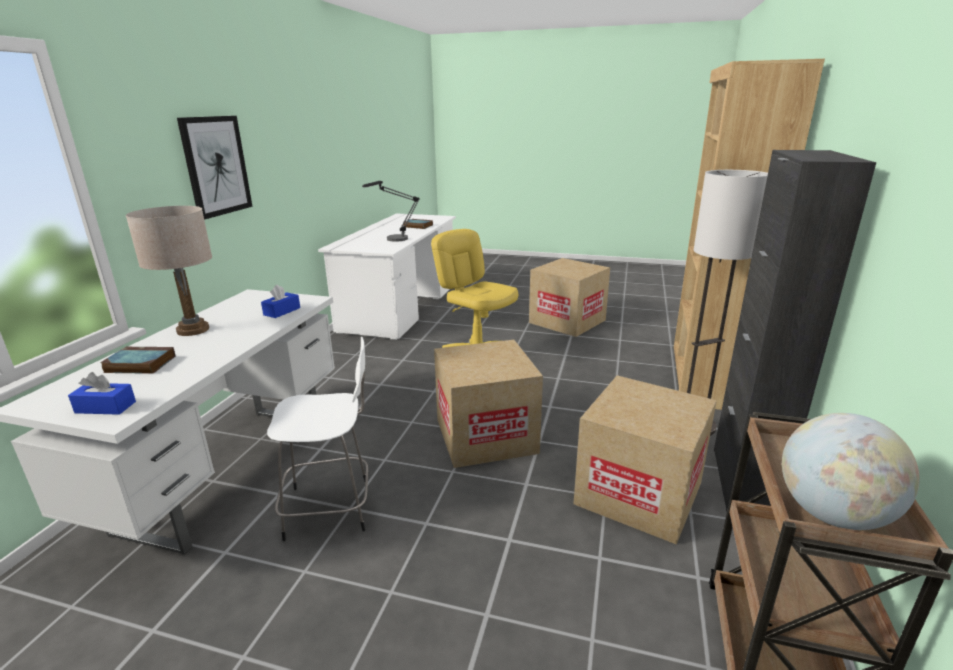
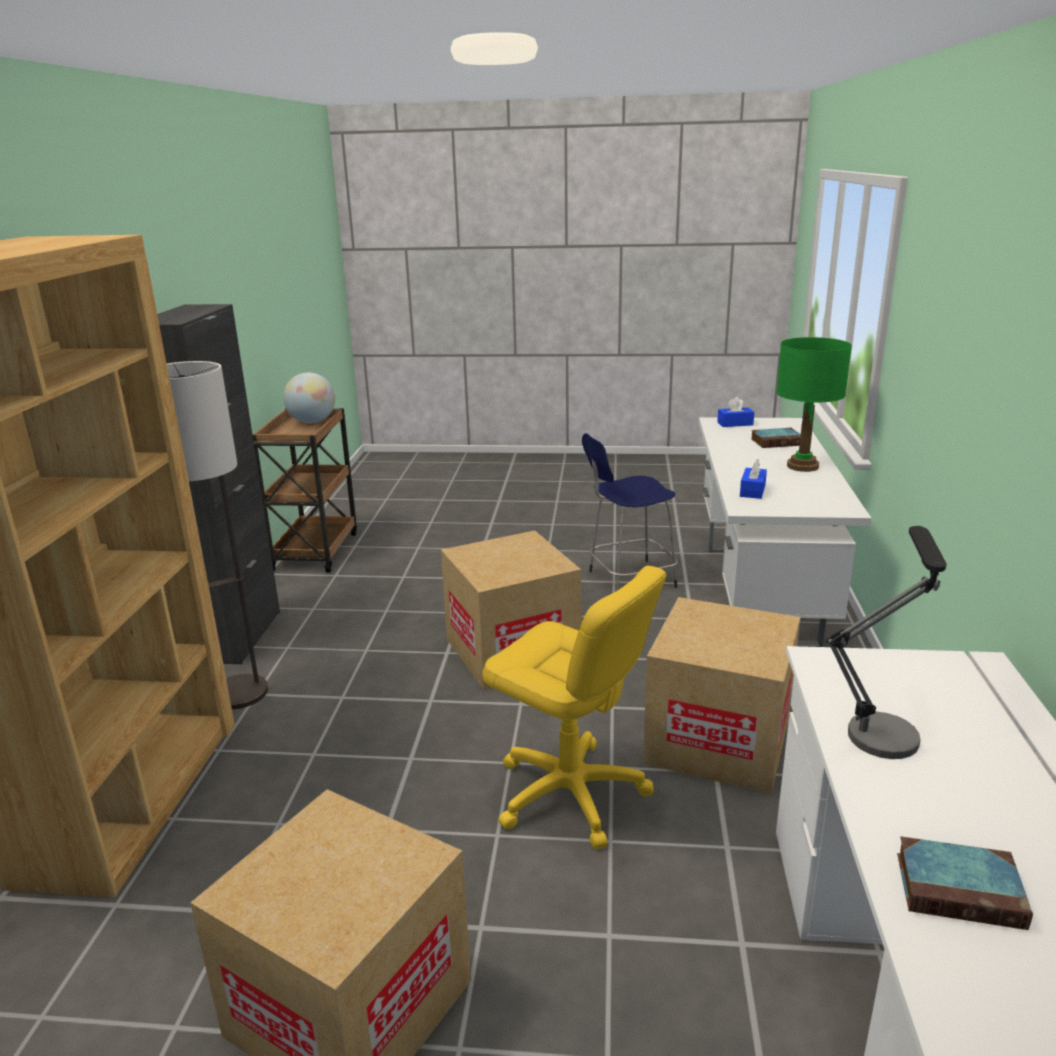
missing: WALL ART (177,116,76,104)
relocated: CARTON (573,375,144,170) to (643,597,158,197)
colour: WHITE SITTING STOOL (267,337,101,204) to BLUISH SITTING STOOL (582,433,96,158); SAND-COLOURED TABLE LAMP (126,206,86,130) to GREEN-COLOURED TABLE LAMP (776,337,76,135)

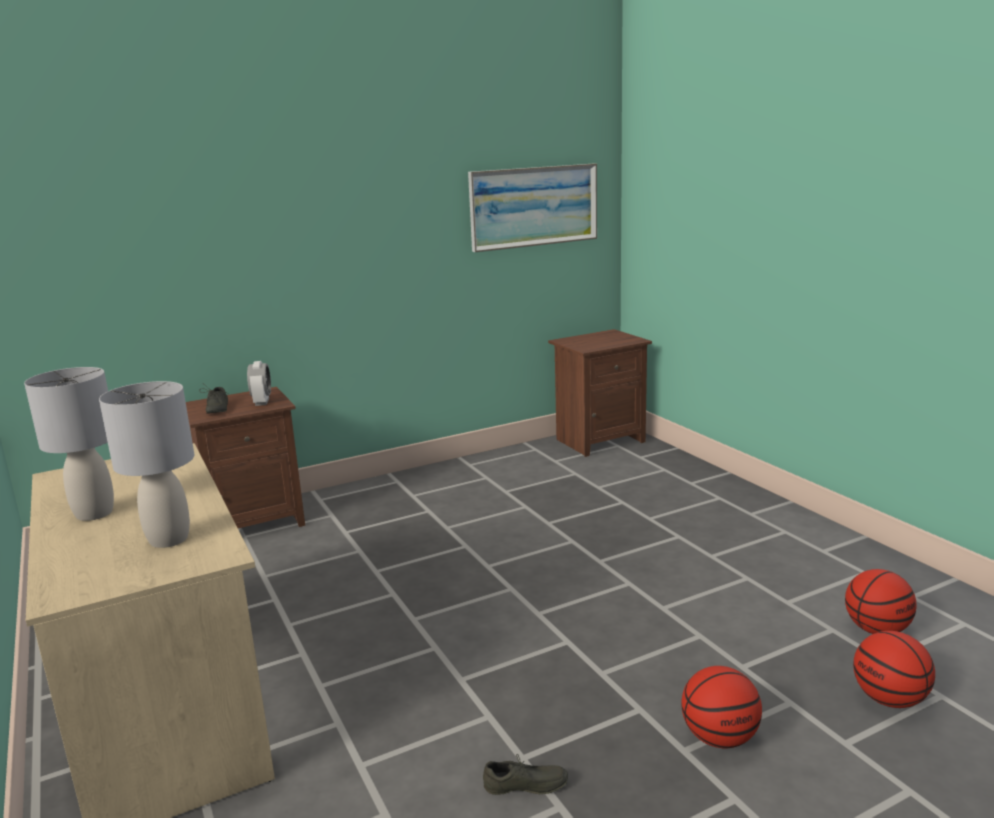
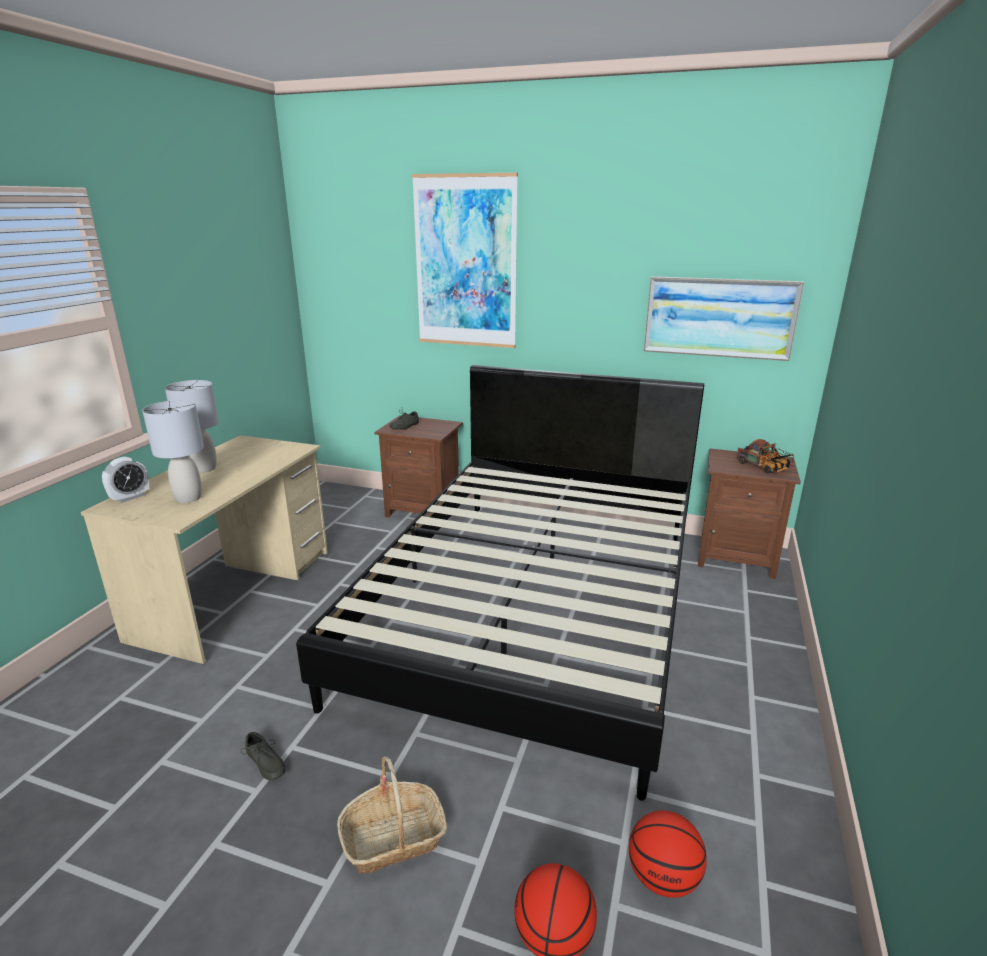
appeared: BLACK BED (296,365,408,436); WALL ART (411,173,107,175); TOY TRUCK (737,439,57,35)
relocated: BEDSIDE CLOCK (247,361,24,45) to (102,457,47,46)
exchanged: BASKETBALL (681,666,81,82) to STORAGE BASKET (337,756,111,118)

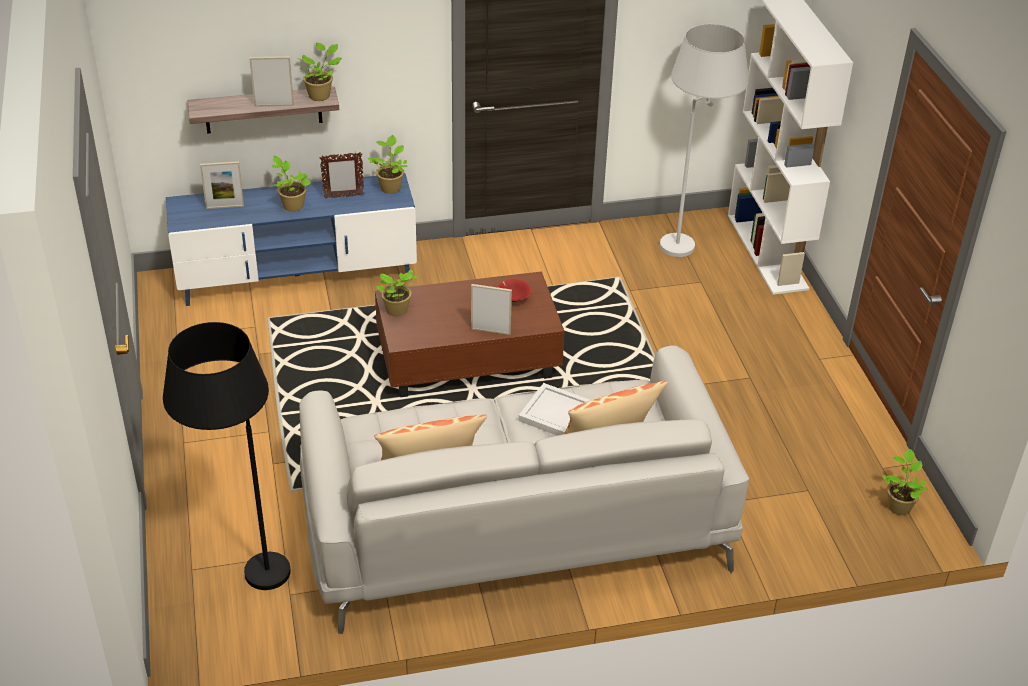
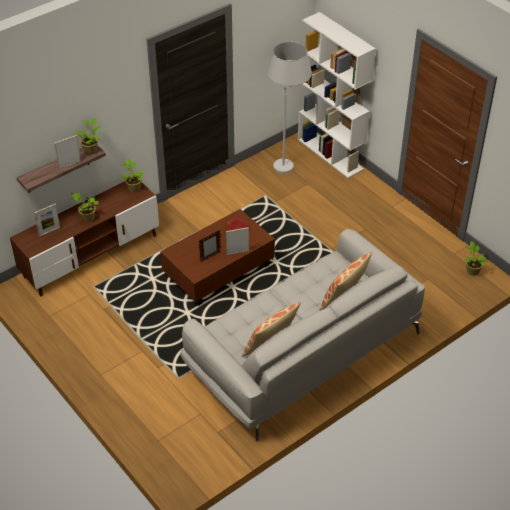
missing: BLACK FLOOR LAMP (163,322,128,268); POTTED PLANT (376,270,42,47); WHITE CARRYING TRAY (518,383,72,53)
relocated: STANDING FRAME (320,152,44,47) to (198,230,23,32)
colour: BLUISH MEDIA CONSOLE (166,173,251,133) to BROWN-COLOURED MEDIA CONSOLE (10,181,149,115)

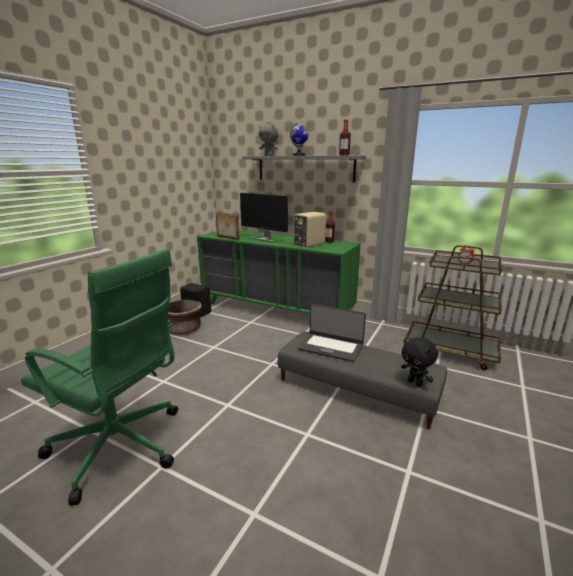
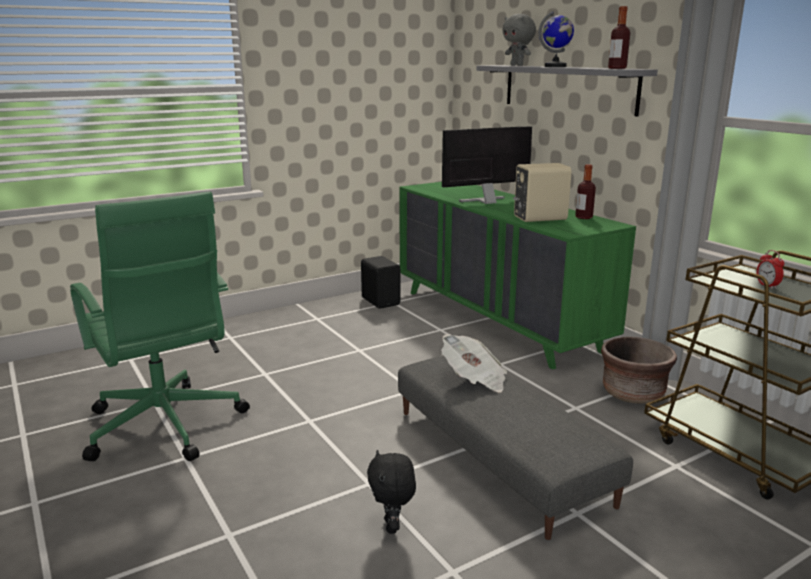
missing: STANDING FRAME (215,212,25,28)
relocated: BLACK CUDDLY TOY (401,337,37,50) to (367,450,49,84); BROWN-COLOURED PLANT POT (168,300,34,35) to (601,337,76,67)
exchanged: LAPTOP (297,304,69,58) to PRINTED PAPER (441,334,66,58)
spun: MONITOR (240,193,48,49) = (442,126,90,78) 90 degrees clockwise

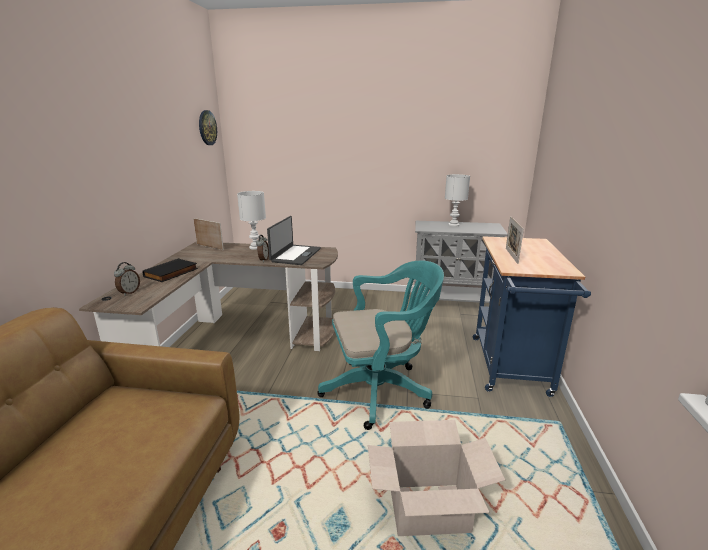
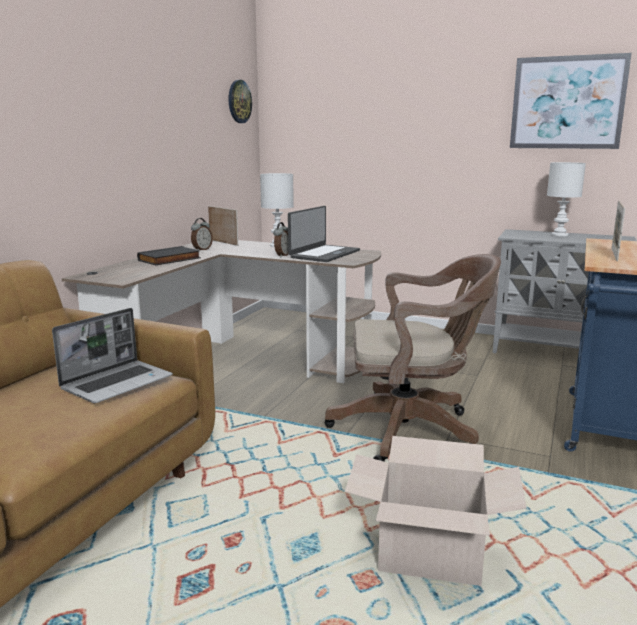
appeared: LAPTOP (52,308,121,95); WALL ART (510,53,122,96)
relocated: BEDSIDE CLOCK (114,262,26,34) to (191,218,22,32)
colour: BLUE-GREEN COMPUTER CHAIR (317,260,127,170) to BROWN-COLOURED COMPUTER CHAIR (324,254,177,208)

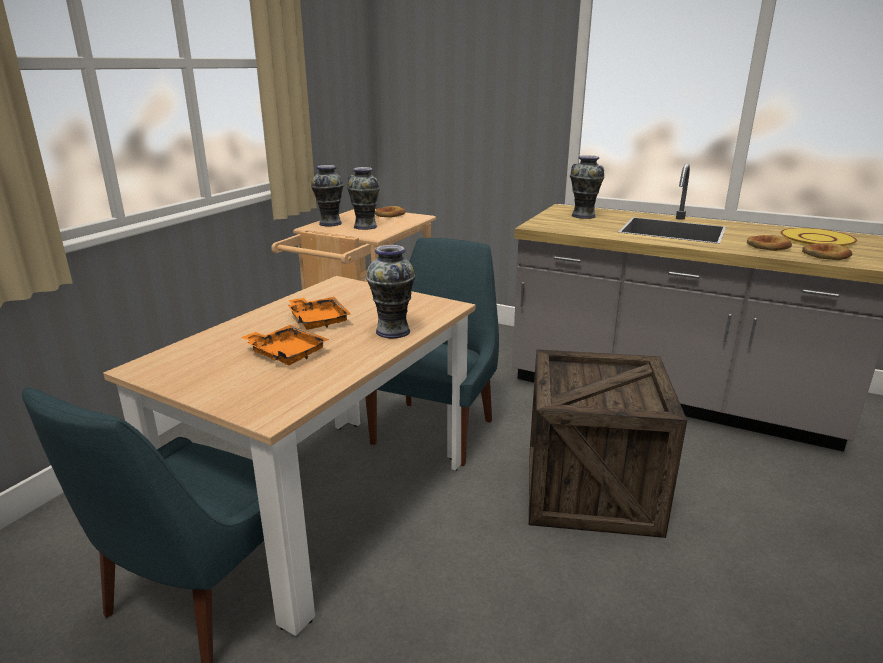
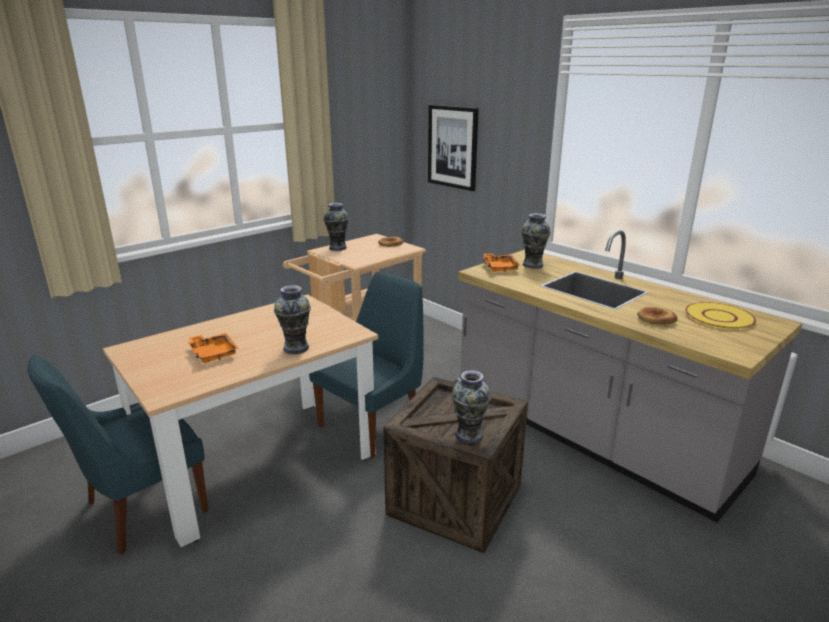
missing: BAKED BREAD (802,243,51,17)
appeared: WALL ART (428,105,51,86)
relocated: VASE (347,167,33,63) to (451,370,40,74); ORANGEY CARRYING TRAY (288,297,63,33) to (483,253,38,19)

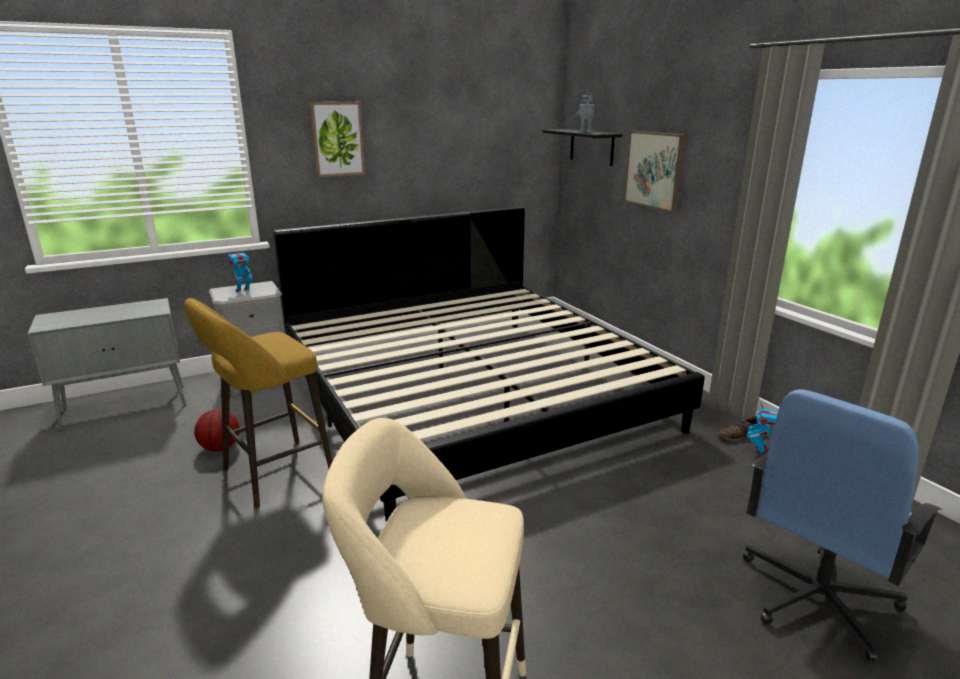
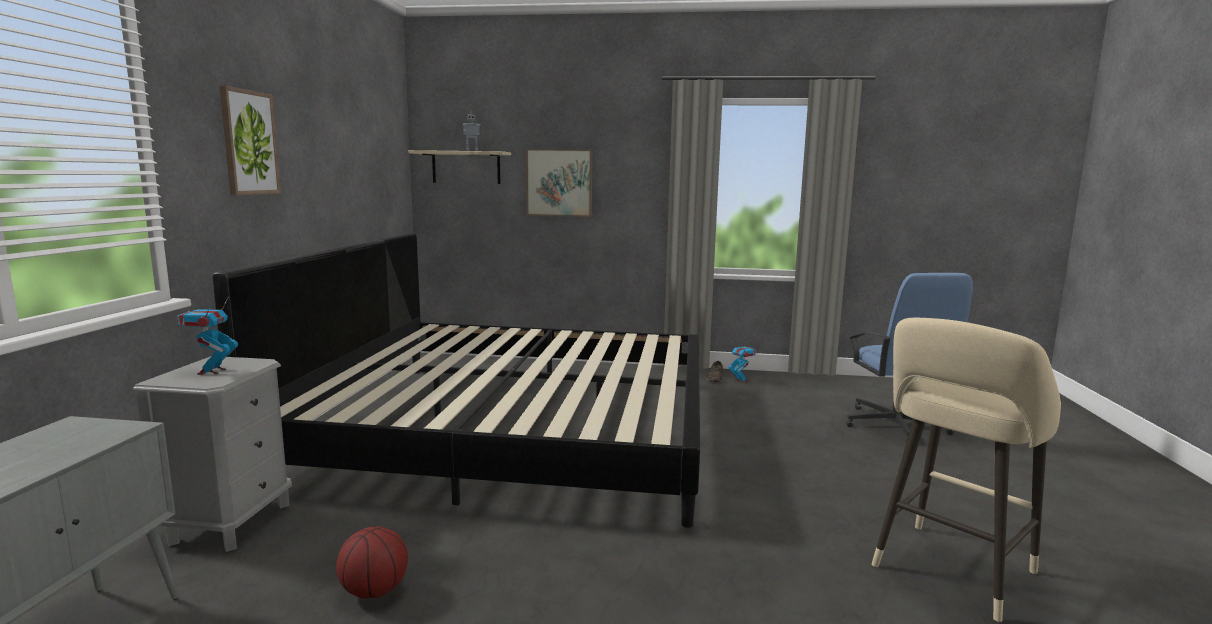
missing: YELLOWISH SITTING STOOL (184,298,149,210)
colour: BLACK BRACKET SHELF (542,129,80,37) to SAND-COLOURED BRACKET SHELF (409,150,102,34)

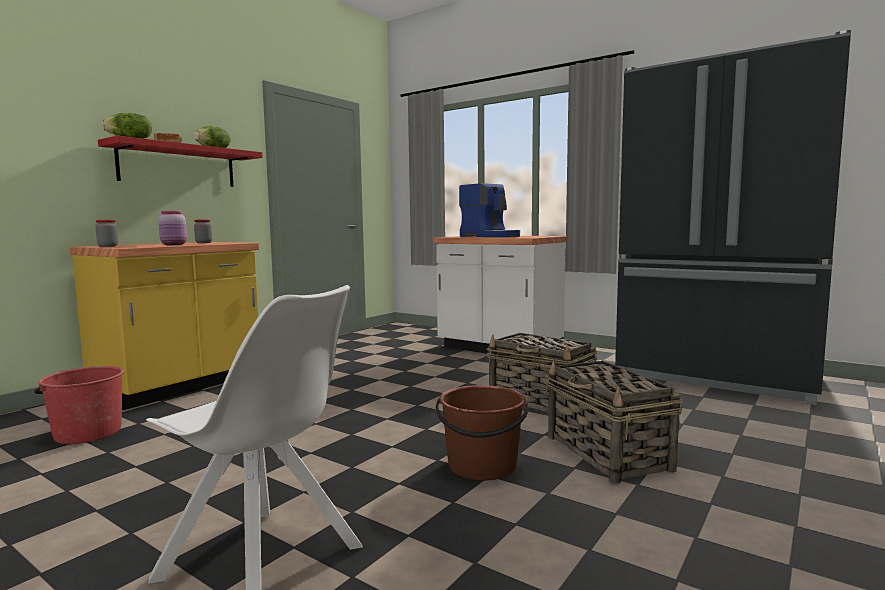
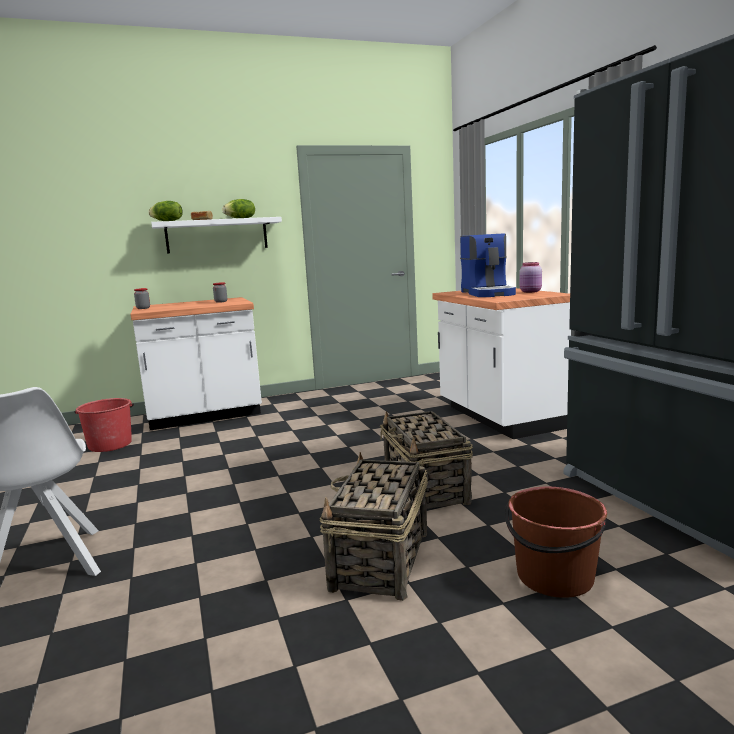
relocated: BROWN-COLOURED PAIL (436,385,92,95) to (505,487,102,111); PINK-COLOURED PRESERVE JAR (158,211,29,34) to (519,262,23,31)
colour: YELLOWISH COUNTER (70,242,189,168) to WHITE COUNTER (131,297,131,133); RED BRACKET SHELF (98,136,165,51) to WHITE BRACKET SHELF (151,217,131,36)

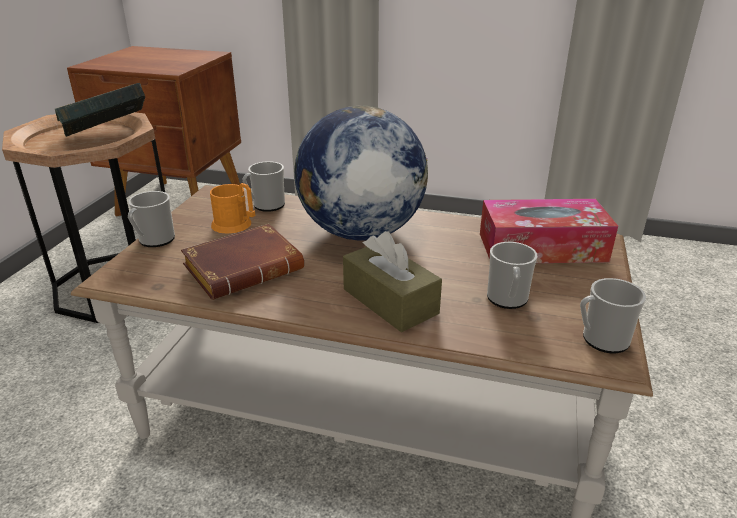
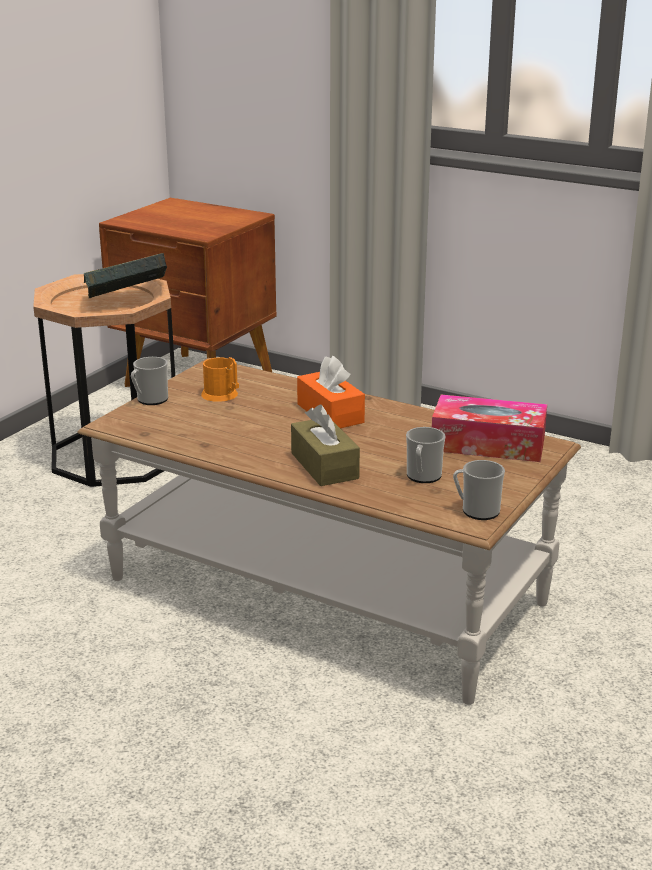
missing: BROWN-COLOURED BOOK (181,224,123,76); TEA MUG (242,161,43,51)
exchanged: DESK GLOBE (294,106,134,134) to ORANGEY TISSUE HOLDER (297,356,68,72)

